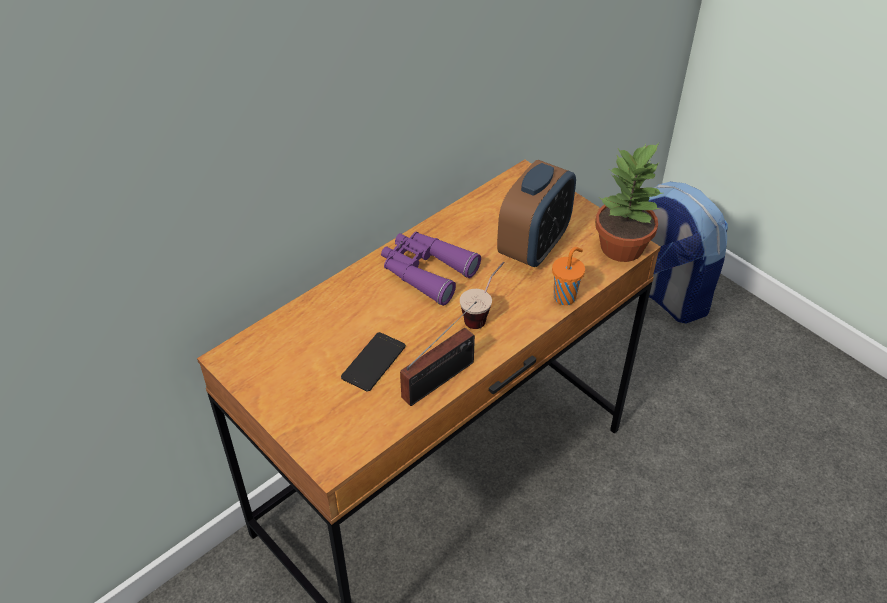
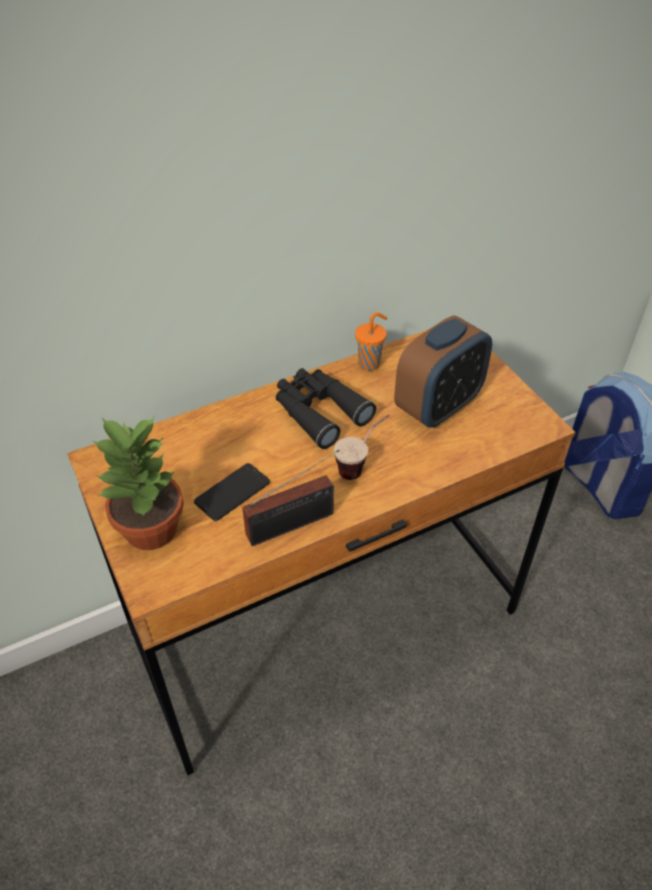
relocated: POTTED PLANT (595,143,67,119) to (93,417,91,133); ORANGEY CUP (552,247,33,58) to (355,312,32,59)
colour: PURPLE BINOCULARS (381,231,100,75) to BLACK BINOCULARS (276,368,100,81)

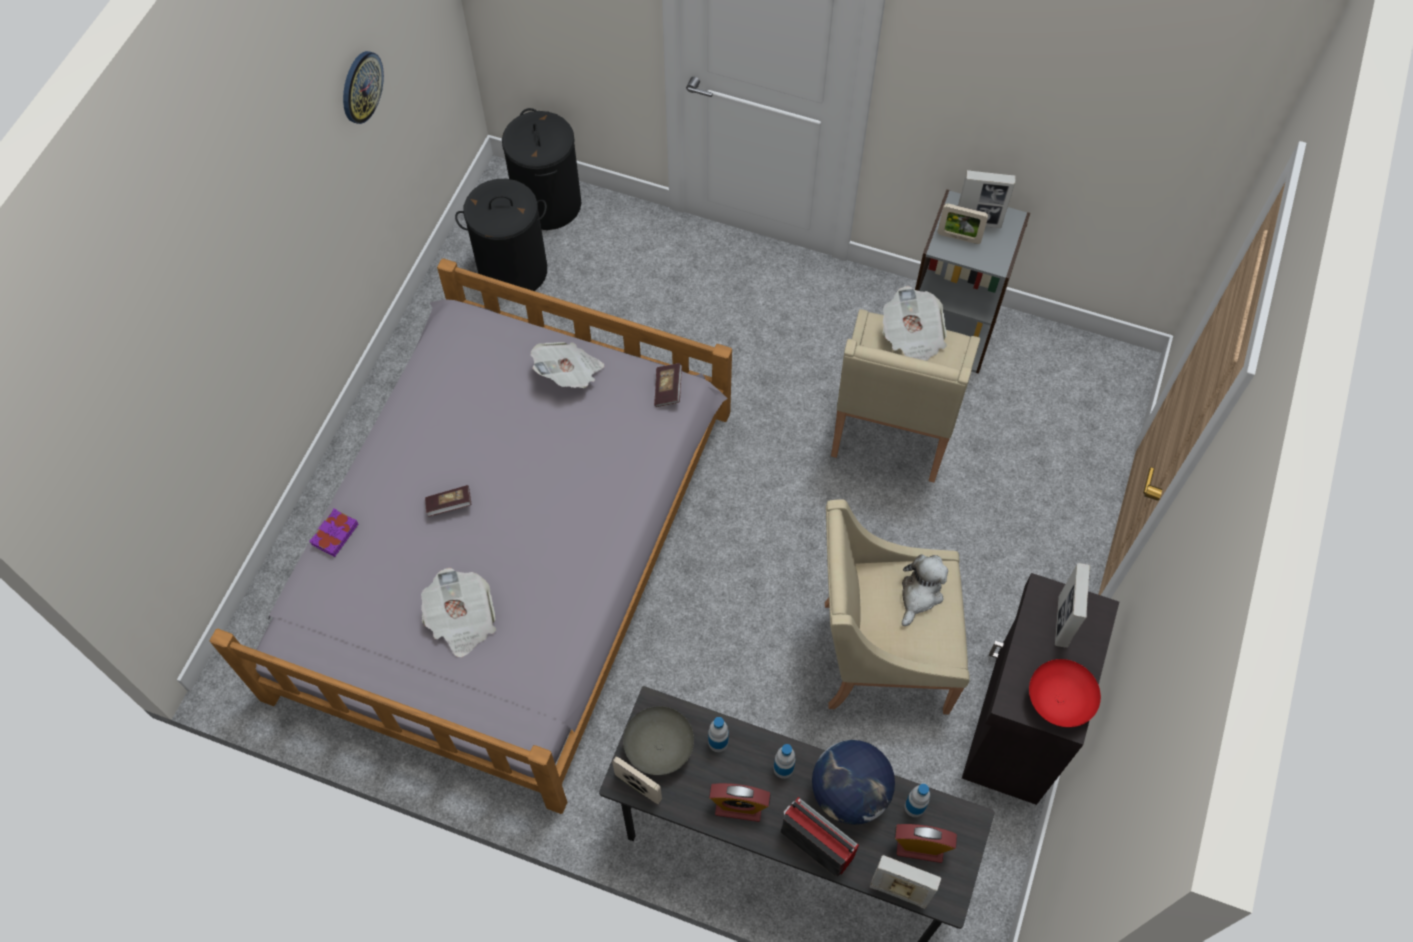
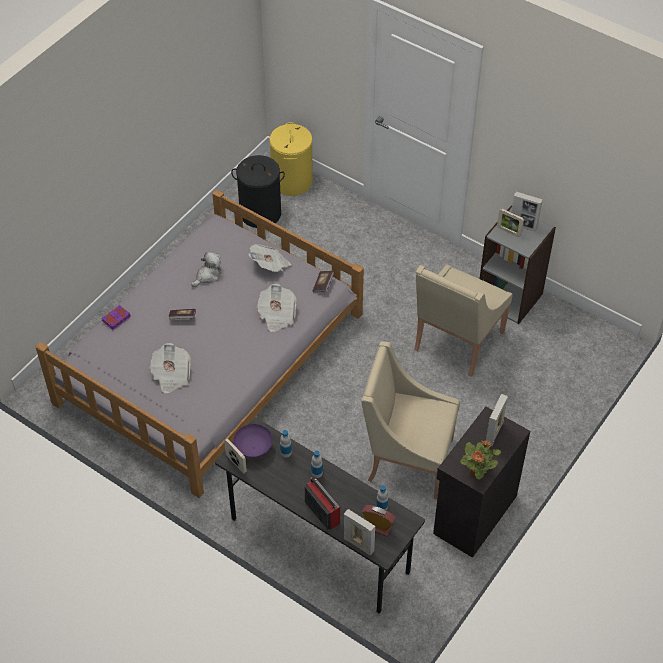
missing: WALL CLOCK (343,51,41,73); BEDSIDE CLOCK (709,783,62,39); DESK GLOBE (812,740,83,85)
relocated: CUDDLY TOY (902,554,46,72) to (191,251,30,36); PRINTED PAPER (883,286,64,75) to (257,284,40,48)
exchanged: RED BOWL (1029,659,72,68) to POTTED PLANT (461,440,40,39)
colour: GREYISH BOWL (623,706,71,69) to PURPLE BOWL (233,424,40,34); BLACK HAMPER (502,108,80,122) to YELLOWISH HAMPER (270,122,43,74)

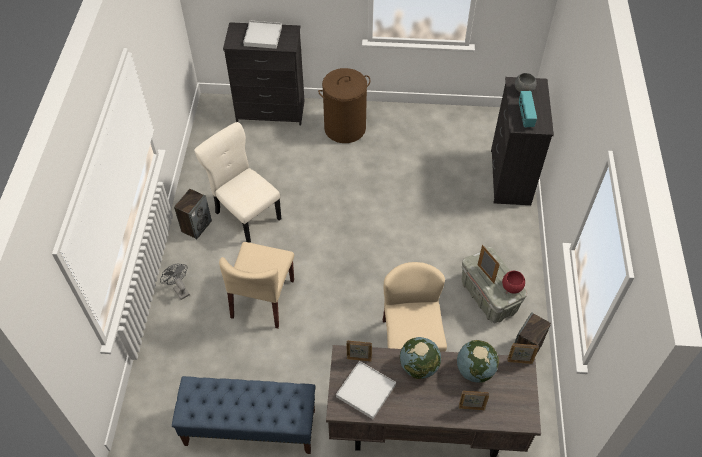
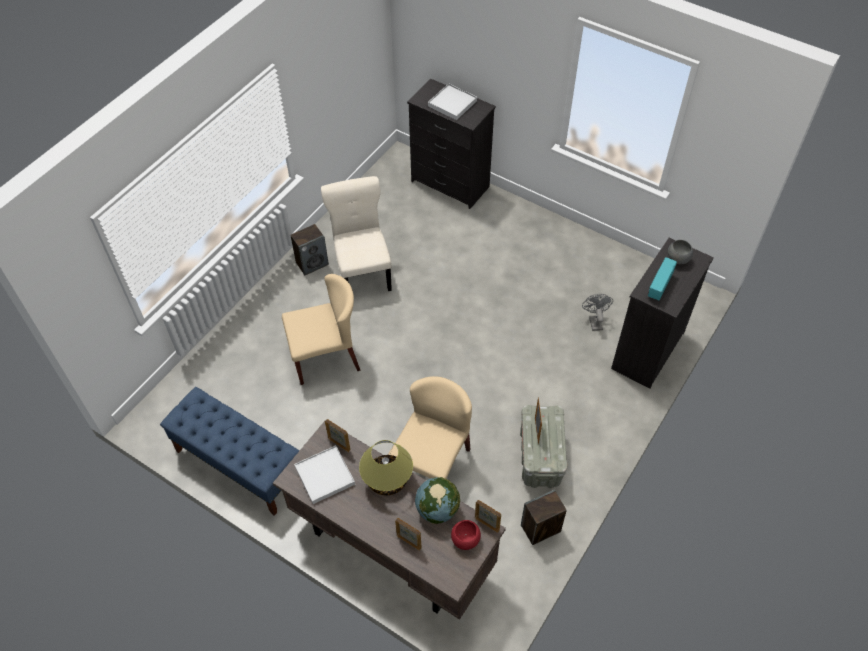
missing: BROWN-COLOURED HAMPER (318,68,53,75)
relocated: RED BOWL (502,271,23,23) to (451,520,30,30); GREYISH FAN (160,264,30,36) to (582,294,31,37)
exchanged: DESK GLOBE (400,337,41,42) to TABLE LAMP (359,440,54,55)
spun: SAND-COLOURED CHAIR (219,242,75,87) = (282,274,78,111) 150 degrees counterclockwise

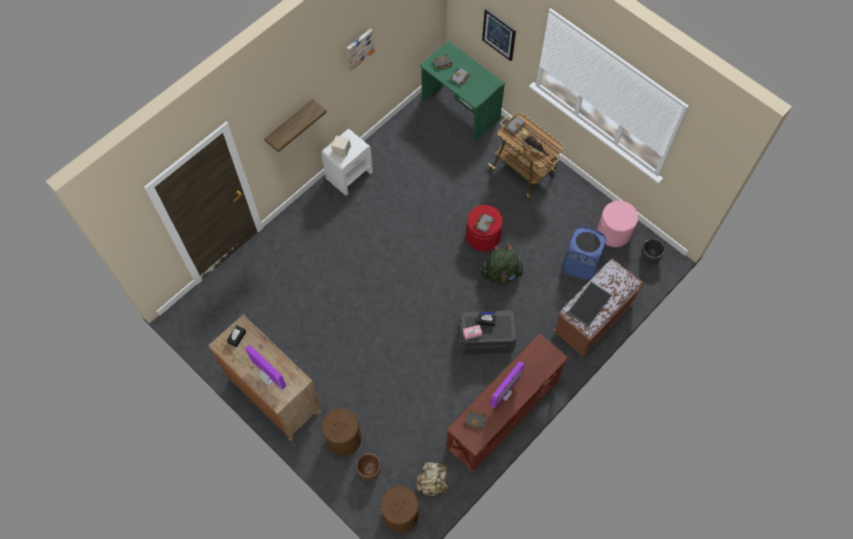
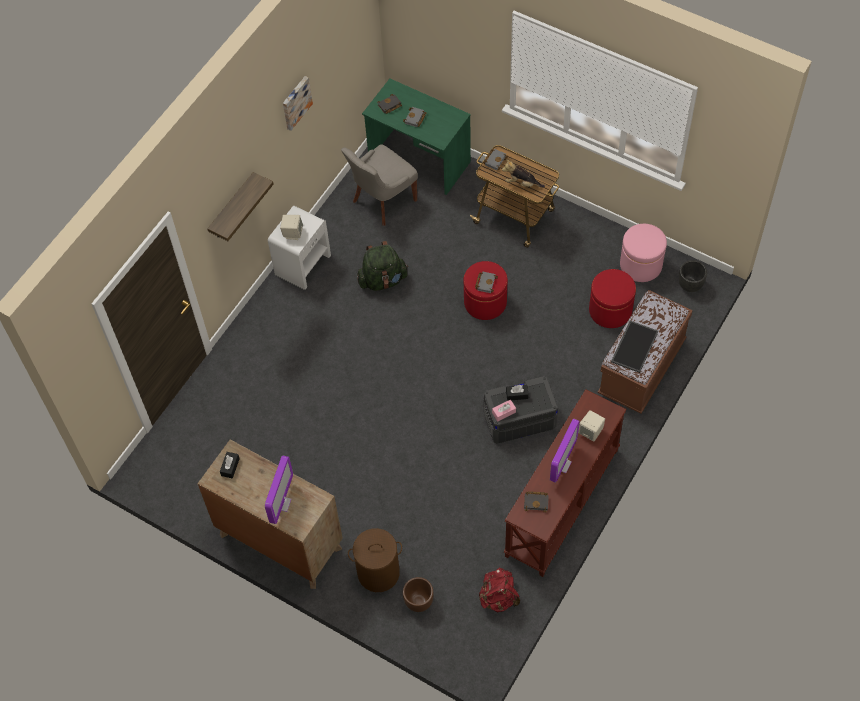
missing: BROWN-COLOURED HAMPER (377,486,45,47); WALL ART (482,8,34,53)
appeared: GREYISH CHAIR (341,145,77,81); SAND-COLOURED LOUDSPEAKER (578,410,27,32)
relocated: GREEN-COLOURED BACKPACK (481,245,43,38) to (357,241,51,50)
exchanged: BLUISH HAMPER (562,227,45,53) to RED POUFFE (589,269,47,59)
colour: SAND-COLOURED BACKPACK (416,462,32,34) to RED BACKPACK (479,567,41,45)
spun: MONITOR (245,345,41,45) = (265,456,28,68) 75 degrees clockwise

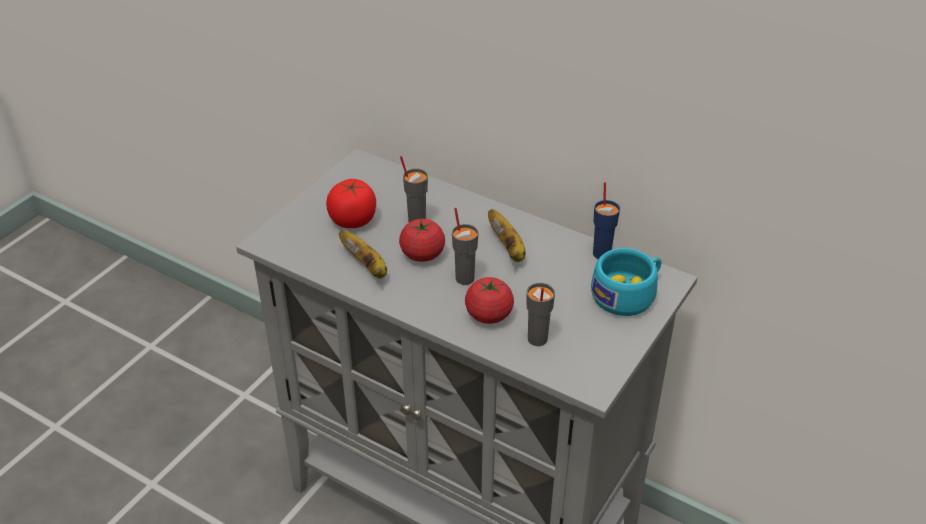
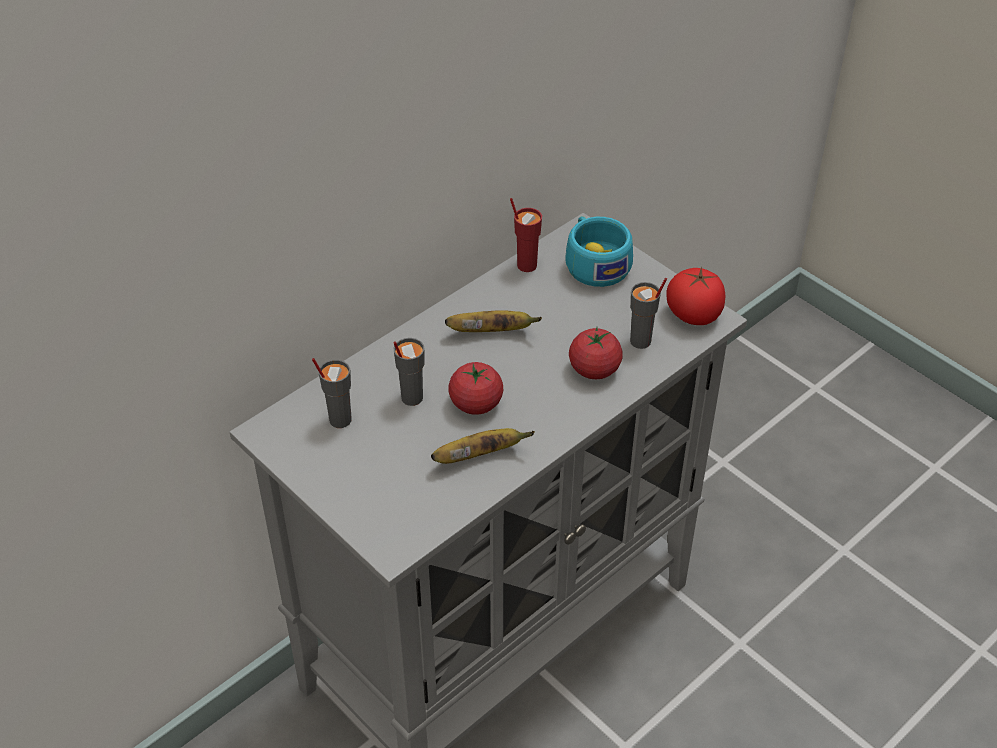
relocated: GREYISH CUP (452,208,27,77) to (312,358,40,70); TOMATO (326,179,50,49) to (666,267,60,58)
colour: BLUISH CUP (593,182,27,77) to RED CUP (510,198,32,74)

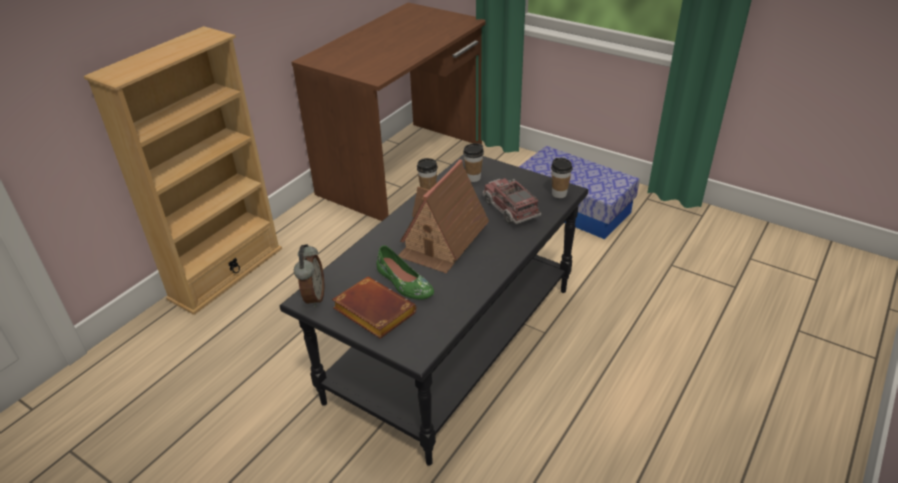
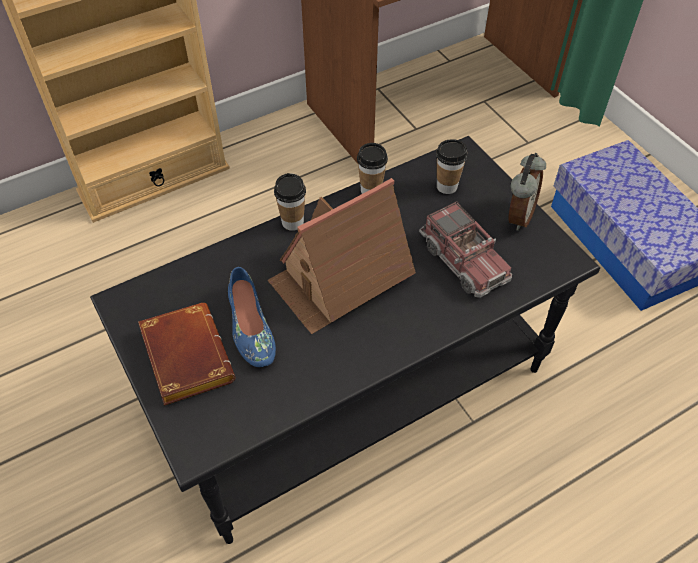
relocated: CUP (551,158,22,40) to (274,173,32,58); BEDSIDE CLOCK (294,244,30,64) to (508,153,38,78)
colour: GREEN-COLOURED SHOE (377,246,57,54) to BLUISH SHOE (228,267,48,100)
spun: TOY TRUCK (482,178,59,46) = (419,201,93,97) 150 degrees clockwise

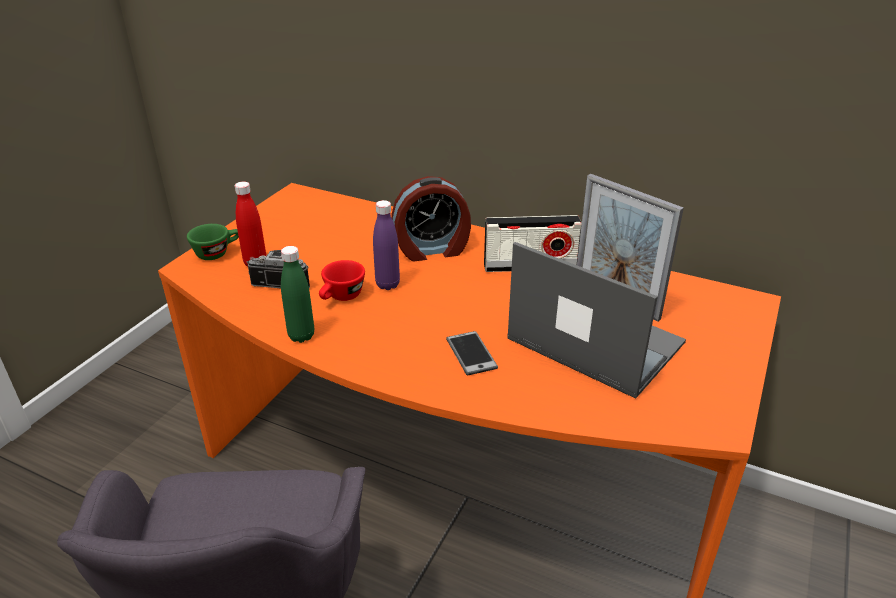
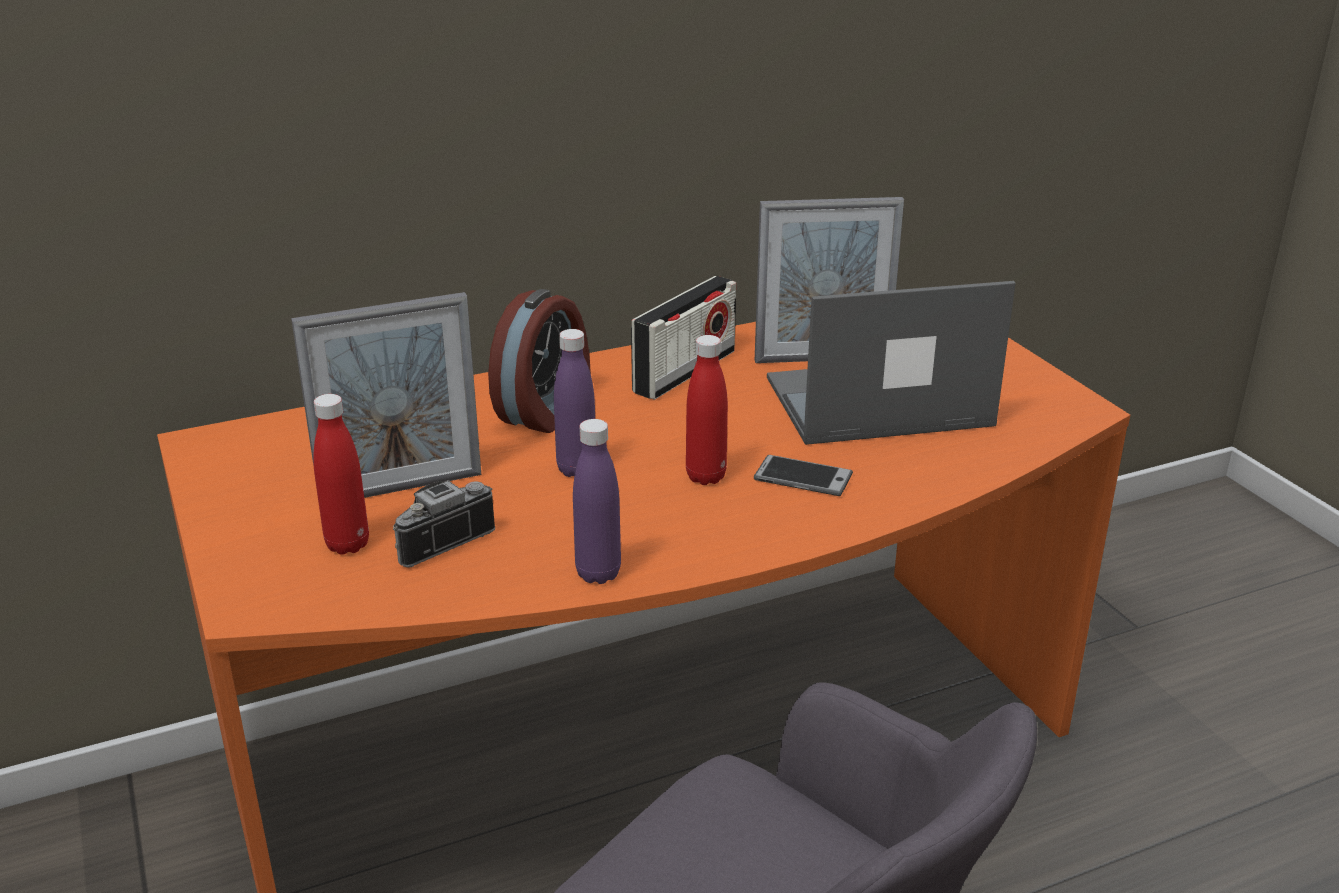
missing: GREEN-COLOURED CUP (187,224,52,36); RED CUP (319,260,46,41)
appeared: STANDING FRAME (291,292,190,206); RED BOTTLE (686,335,42,150)
colour: GREEN-COLOURED BOTTLE (281,246,33,97) to PURPLE BOTTLE (573,419,48,165)

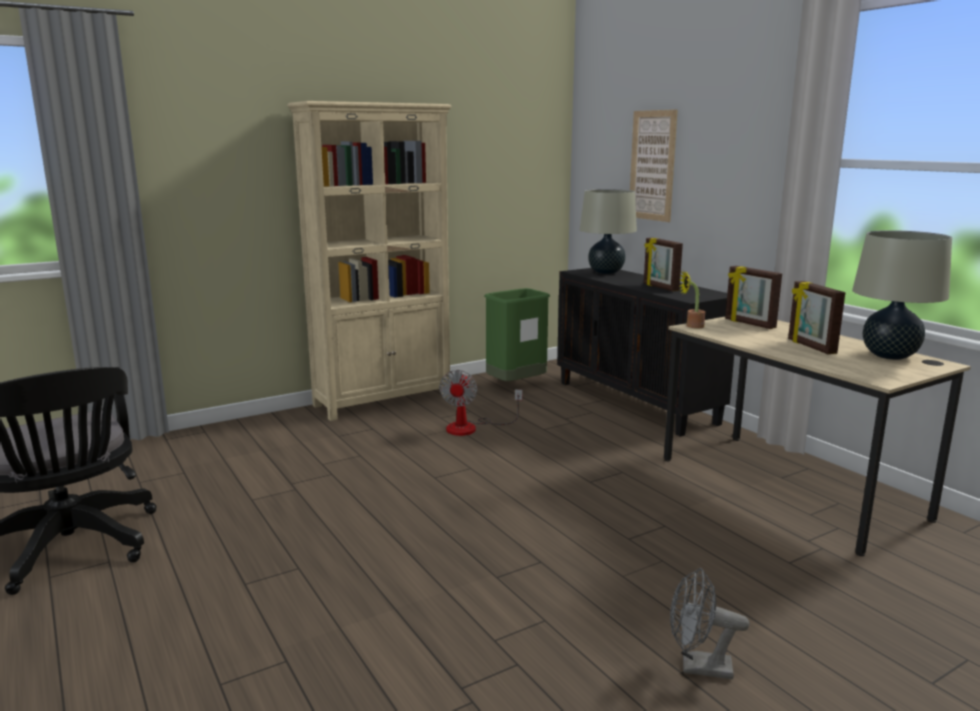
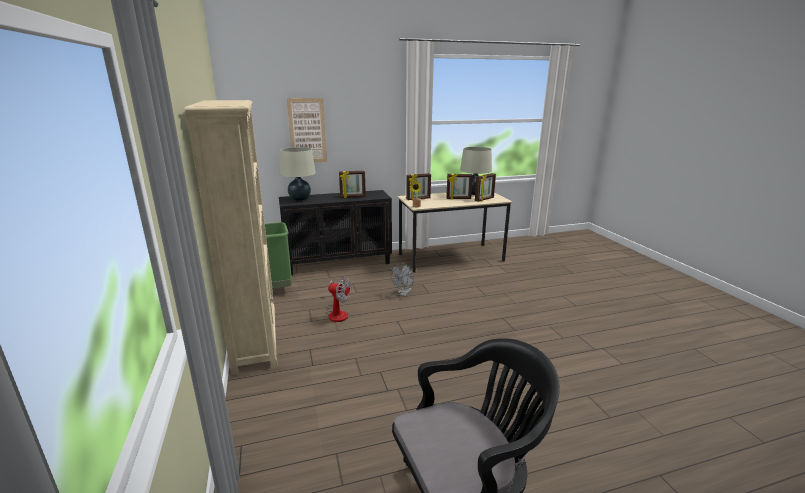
appeared: STANDING FRAME (475,173,21,29)
relocated: GREYISH FAN (670,568,79,111) to (390,263,24,34)

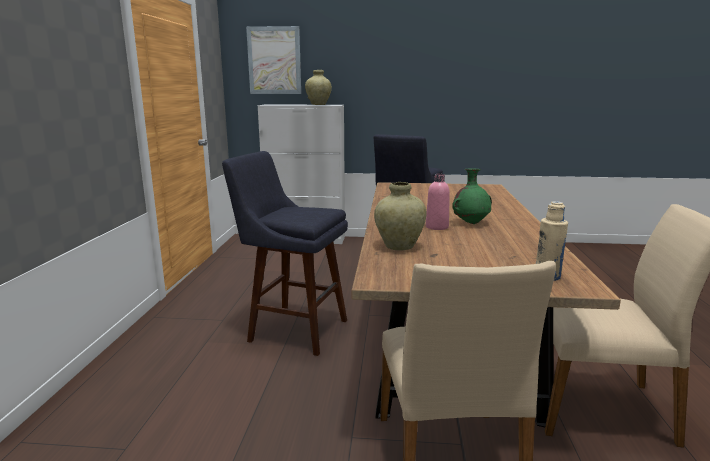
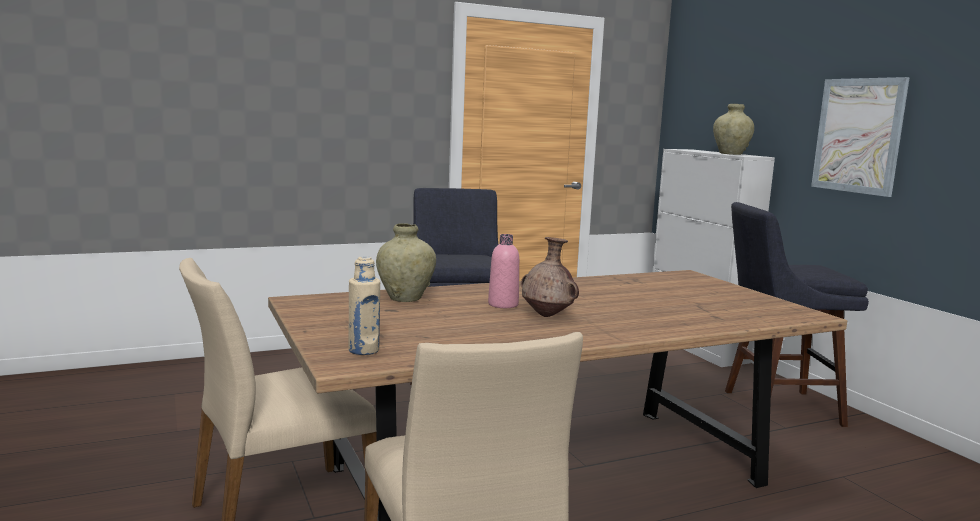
relocated: WALL ART (246,26,55,68) to (811,77,99,120)
colour: GREEN-COLOURED VASE (452,168,40,56) to BROWN-COLOURED VASE (521,237,58,80)

